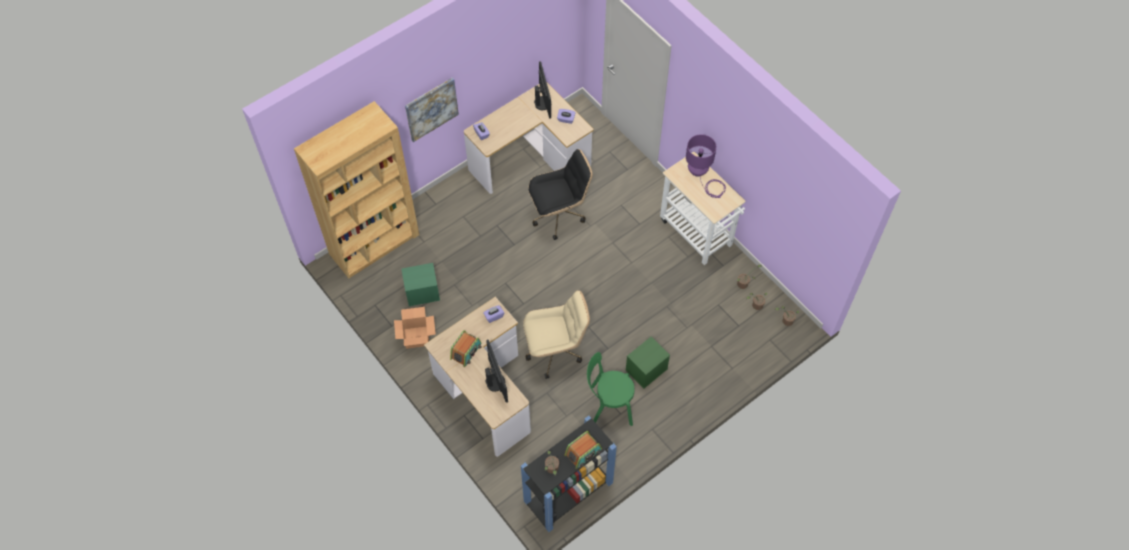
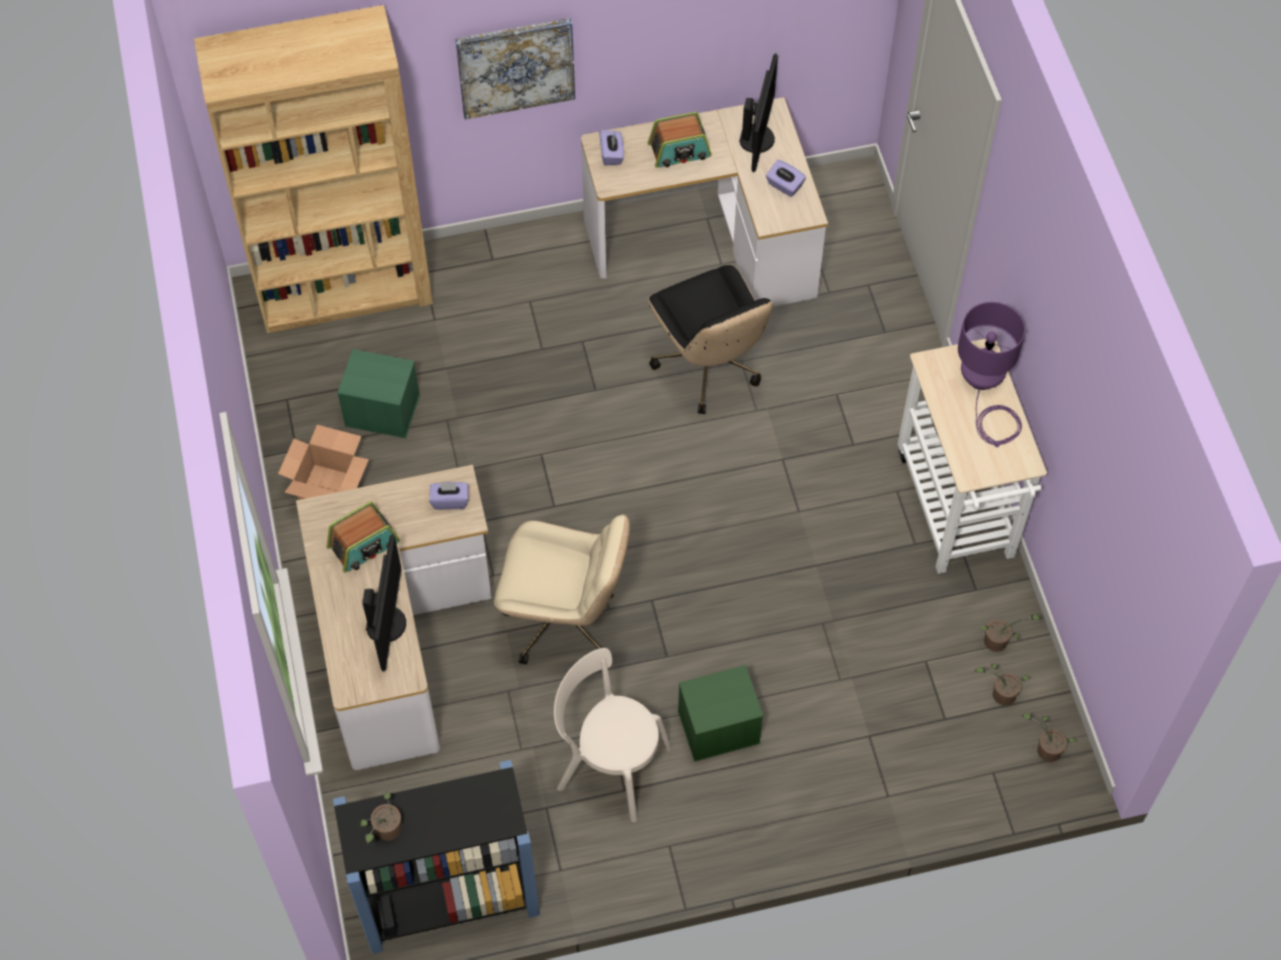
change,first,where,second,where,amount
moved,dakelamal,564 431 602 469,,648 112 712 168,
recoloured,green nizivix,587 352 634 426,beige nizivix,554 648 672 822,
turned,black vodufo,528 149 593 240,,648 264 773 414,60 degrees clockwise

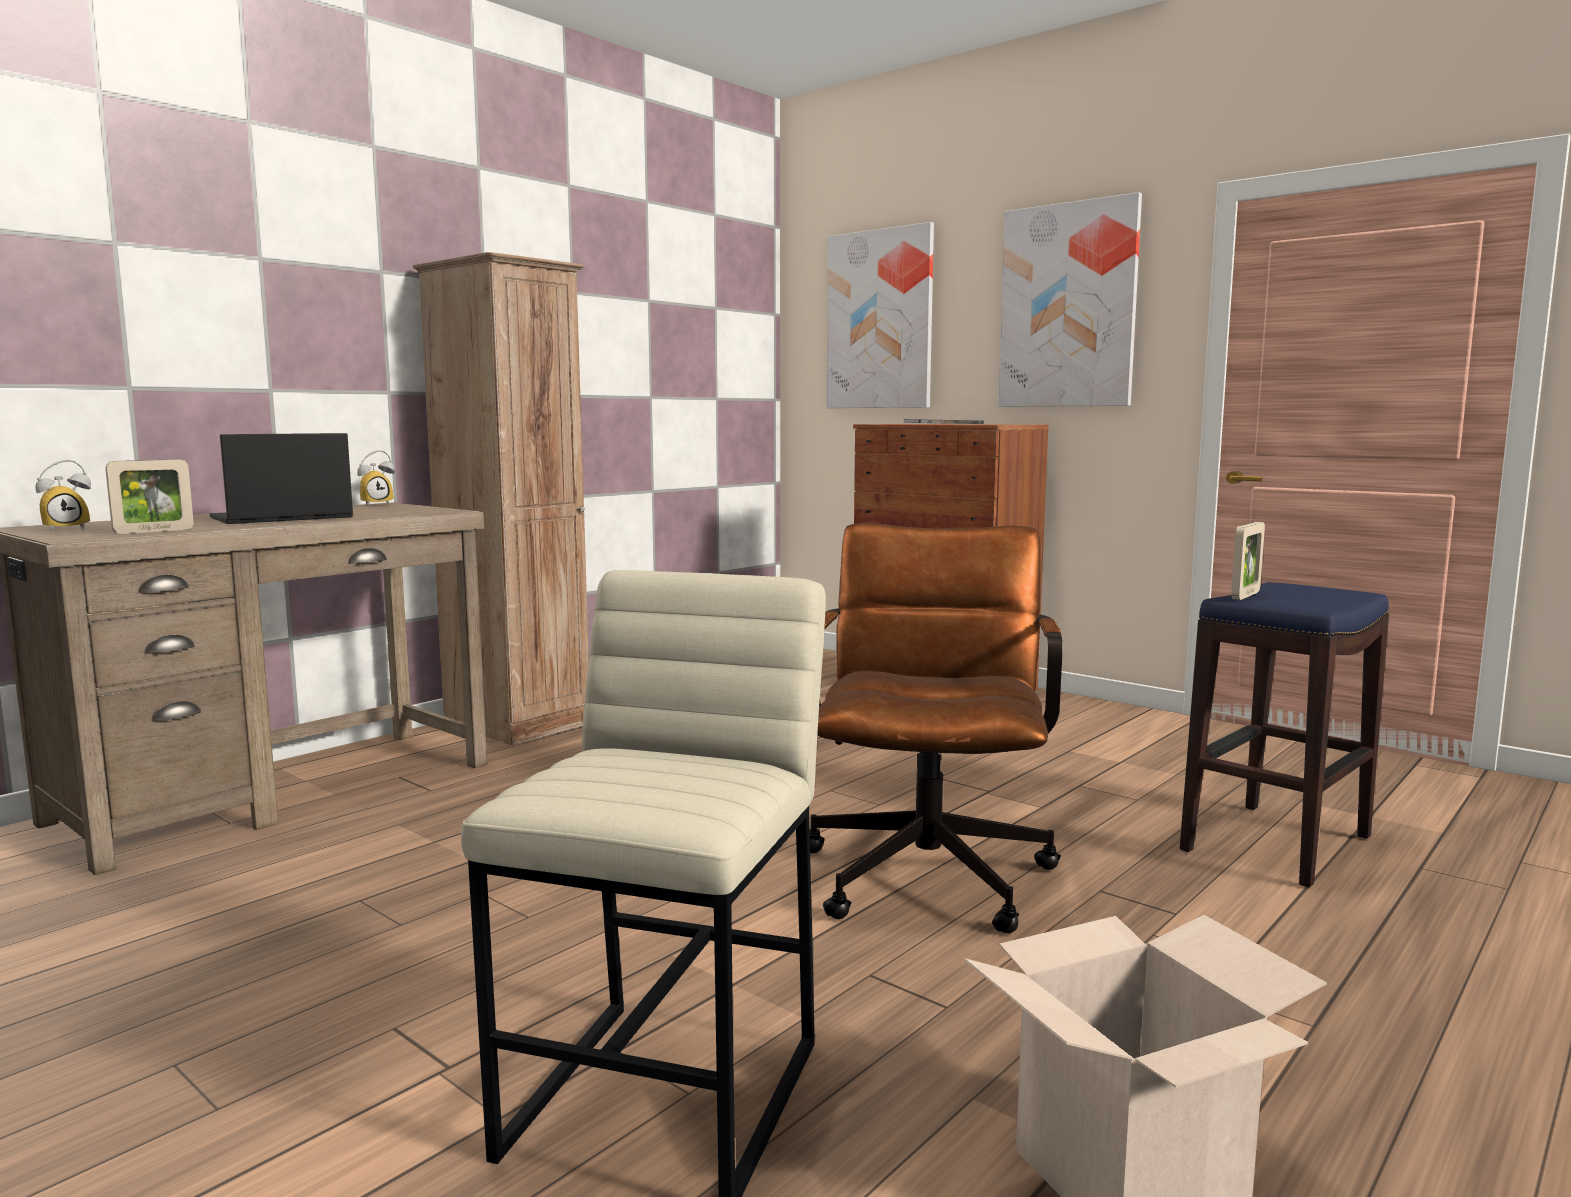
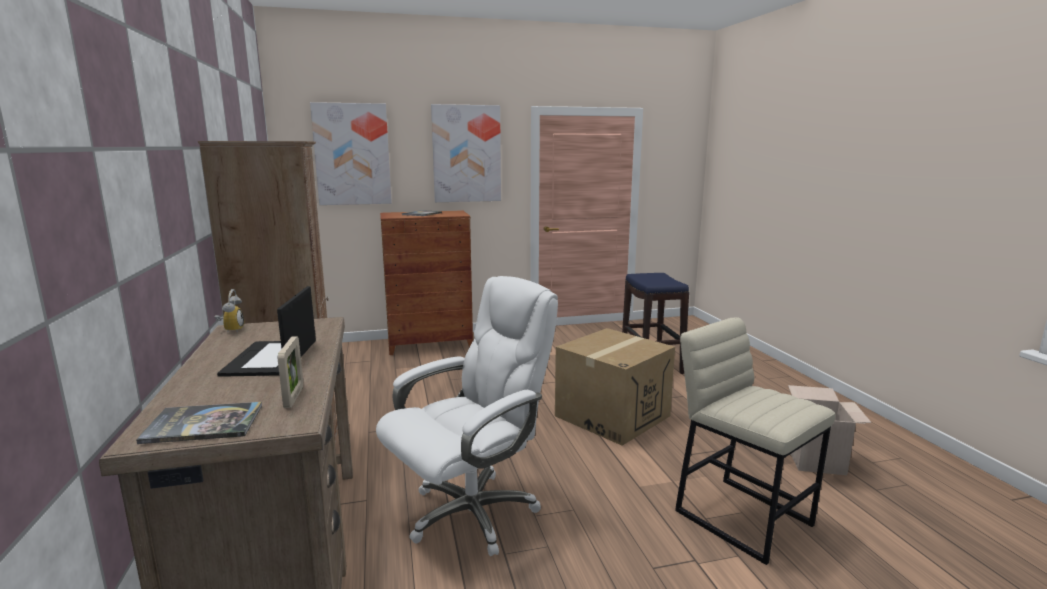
change,first,where,second,where,amount
removed,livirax,1231 522 1265 600,,,
added,,,white vodufo,376 276 558 556,
replaced,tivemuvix,35 459 91 532,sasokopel,136 402 262 444,
replaced,brown vodufo,809 523 1062 933,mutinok,555 328 675 446,

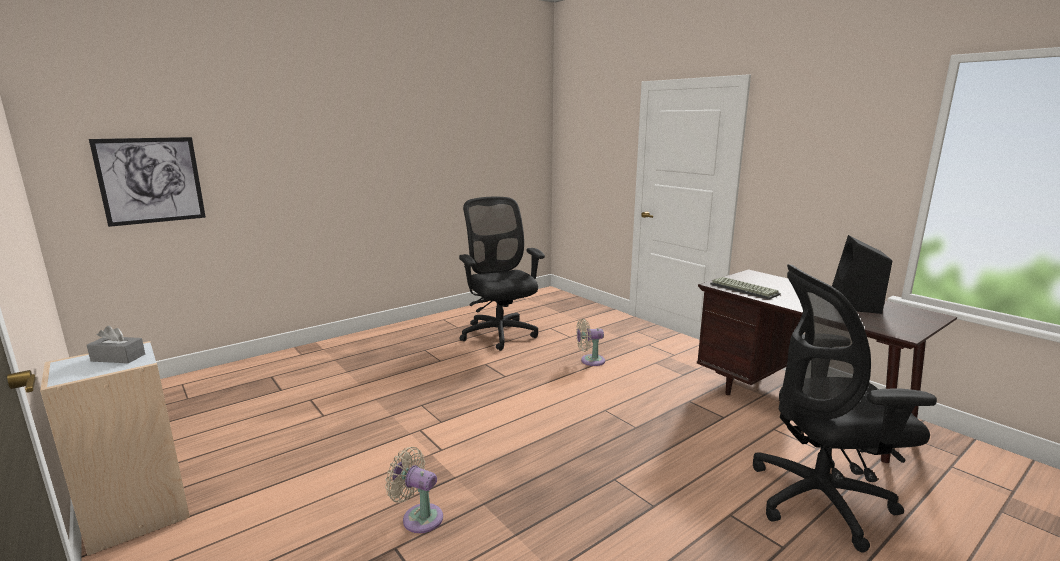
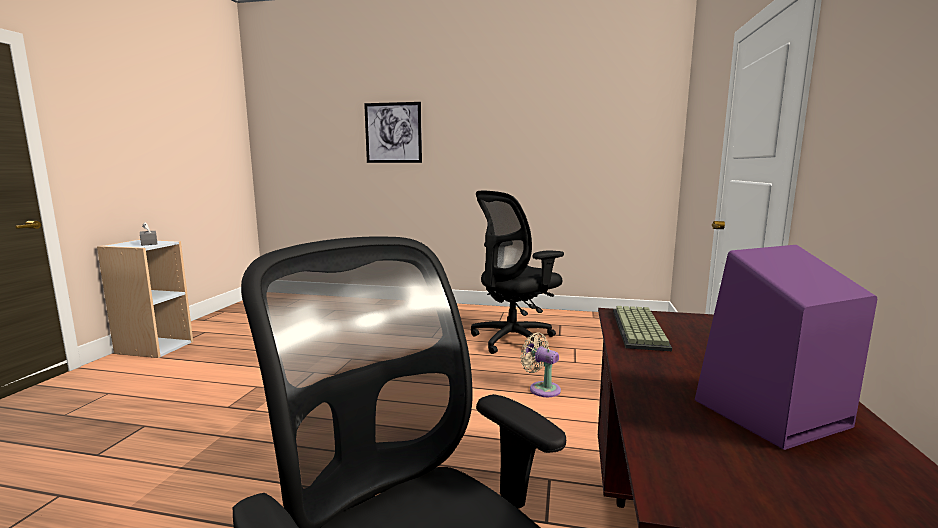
change,first,where,second,where,amount
removed,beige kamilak,385 447 443 533,,,
moved,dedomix,89 137 206 227,,364 102 422 163,
recoloured,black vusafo,832 235 892 314,purple vusafo,695 245 877 450,
turned,black vodufo,459 197 545 351,,471 191 564 354,150 degrees counterclockwise

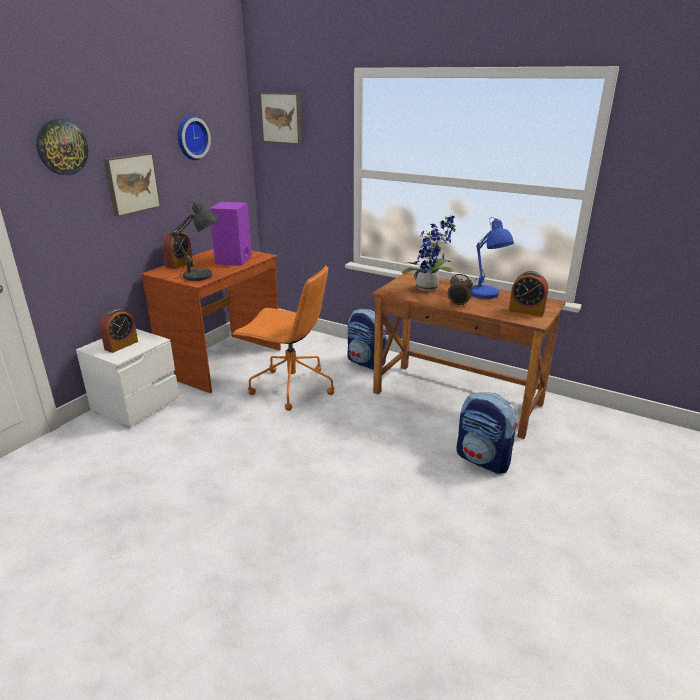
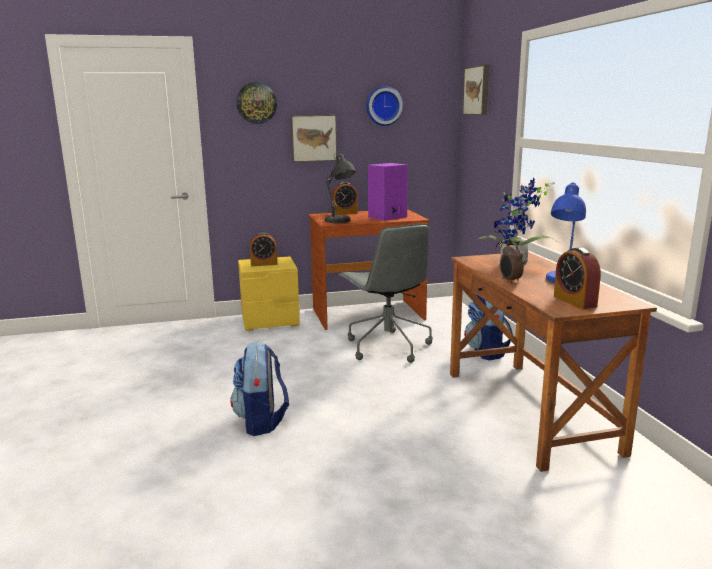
change,first,where,second,where,amount
moved,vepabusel,456 392 518 474,,231 342 289 436,
recoloured,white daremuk,76 329 179 427,yellow daremuk,238 256 300 331,
recoloured,orange vodufo,232 265 334 411,grey vodufo,339 223 433 363,

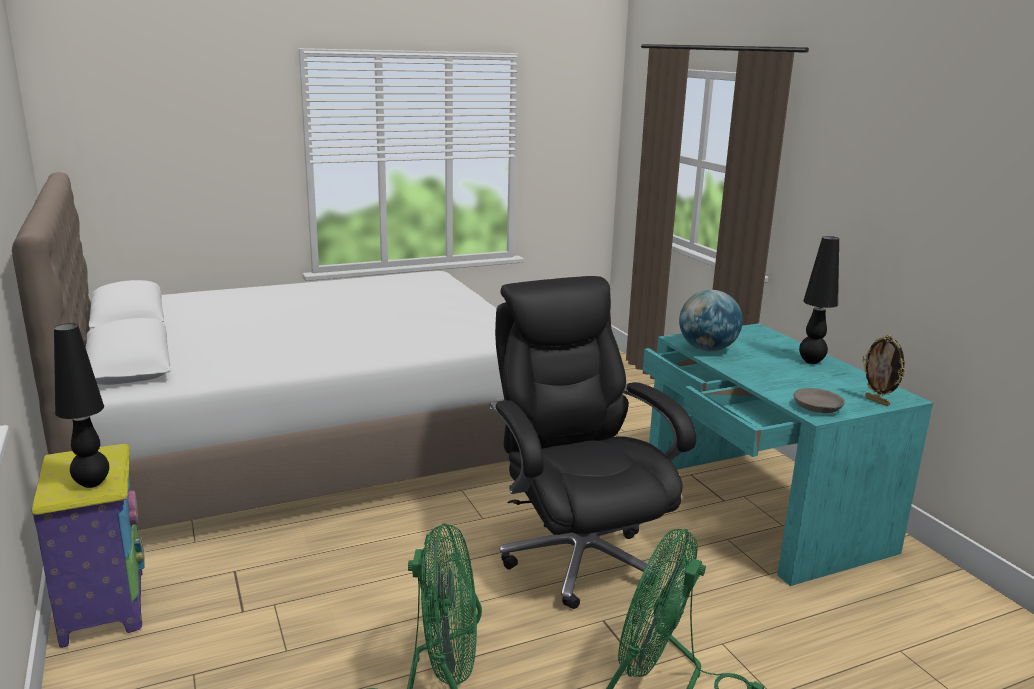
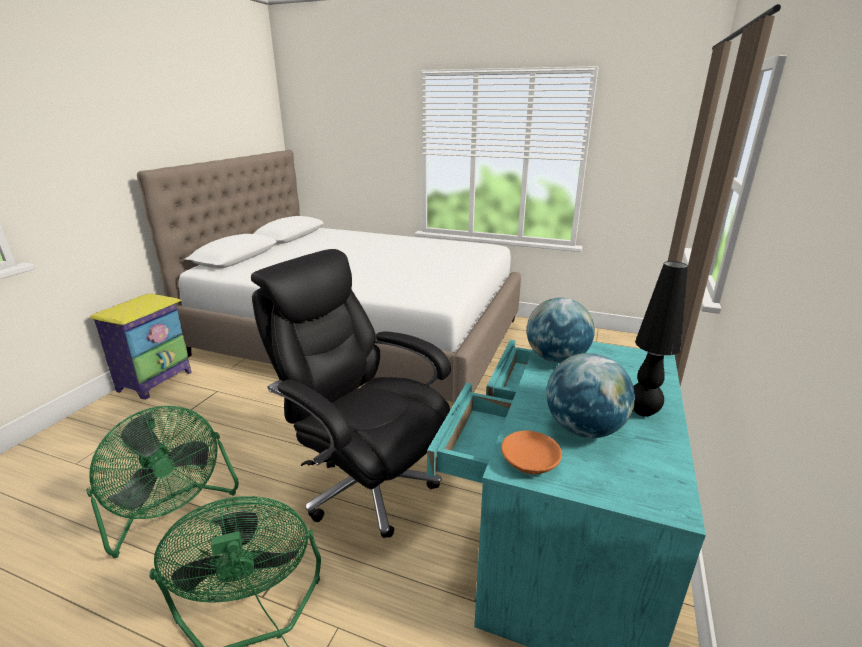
change,first,where,second,where,amount
removed,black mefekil,54 323 109 488,,,
removed,livirax,862 335 905 406,,,
added,,,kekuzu,546 353 635 438,
recoloured,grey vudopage,794 388 845 413,orange vudopage,501 431 562 474,
turned,black vodufo,490 276 696 609,,251 249 451 538,75 degrees counterclockwise

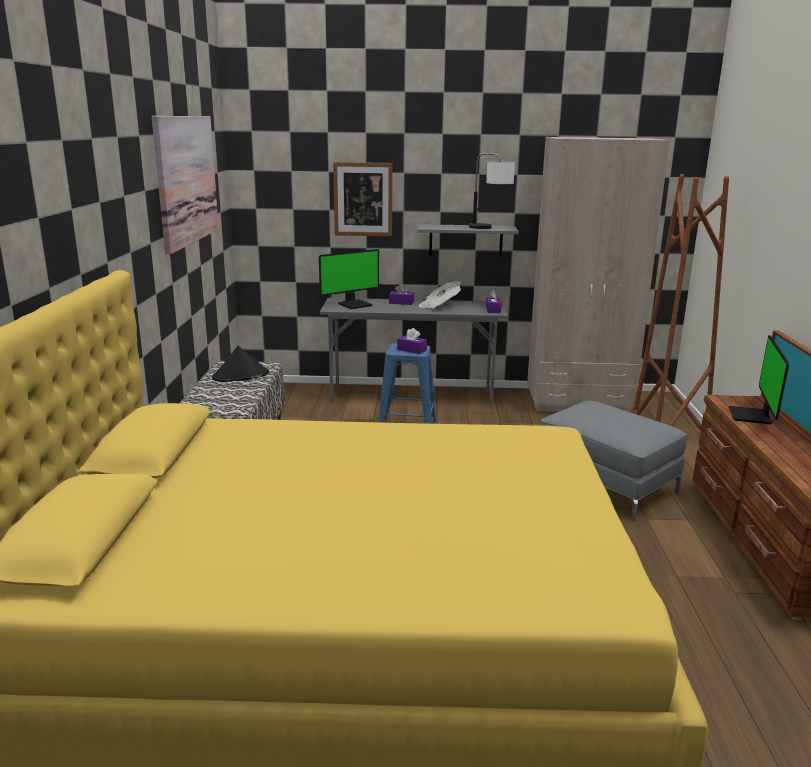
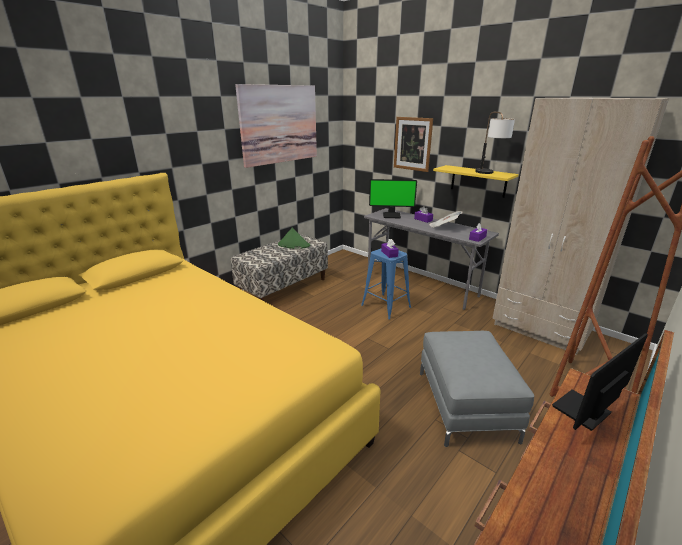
change,first,where,second,where,amount
recoloured,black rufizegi,212 346 269 382,green rufizegi,278 227 310 249,
recoloured,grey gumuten,418 224 519 257,yellow gumuten,433 165 519 198,

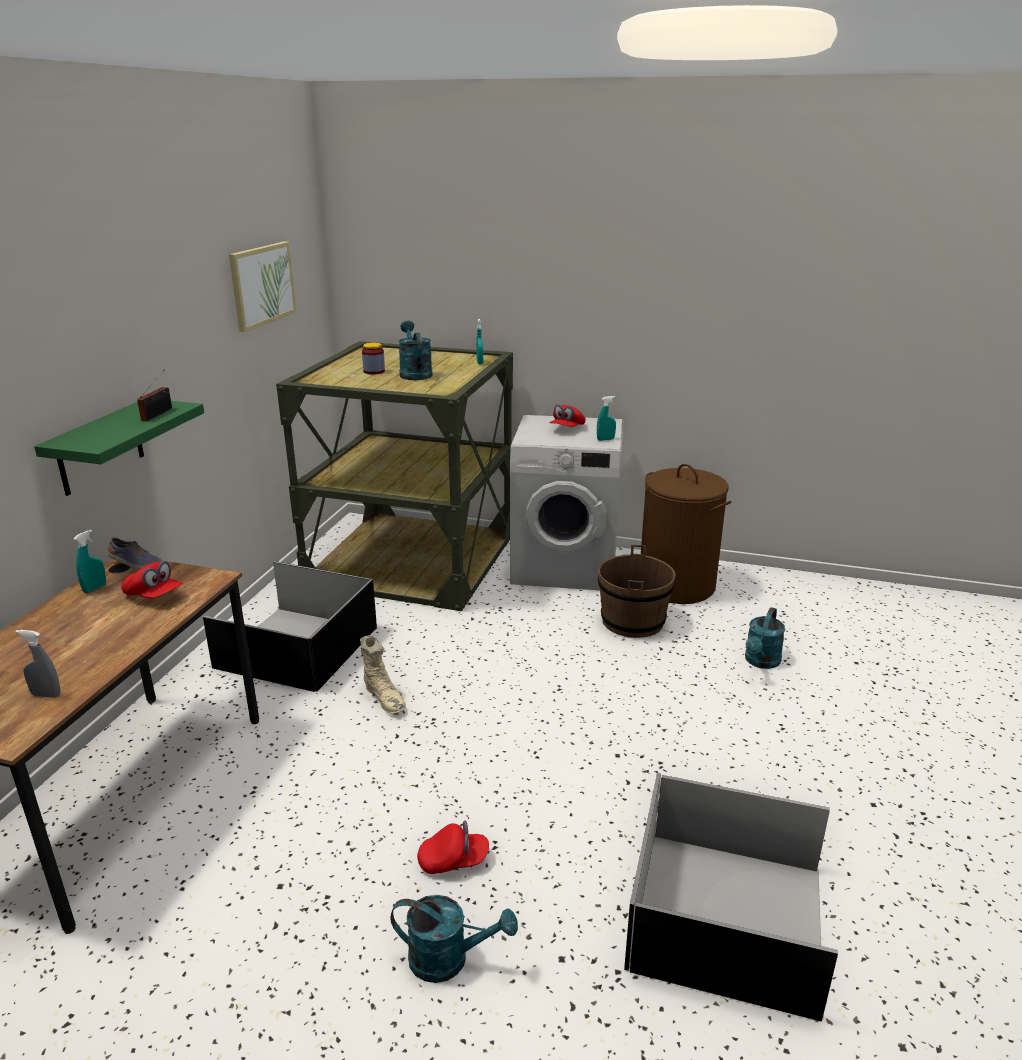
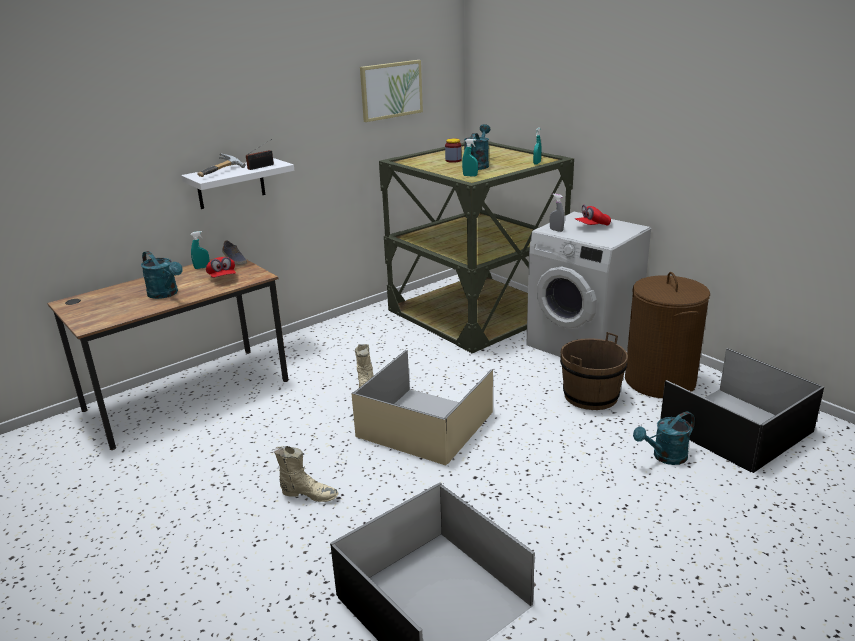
change,first,where,second,where,amount
added,,,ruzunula,197 153 246 177,
added,,,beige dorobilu,351 350 493 465,
moved,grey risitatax,16 630 61 698,,550 194 564 232,
moved,black dorobilu,203 561 377 692,,660 348 824 473,
moved,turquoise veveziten,391 895 518 983,,141 251 183 299,
moved,turquoise risitatax,597 396 616 441,,462 139 478 177,
replaced,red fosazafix,417 820 489 874,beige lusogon,273 446 338 502,
recoloured,green gumuten,34 401 204 496,white gumuten,181 158 294 209,

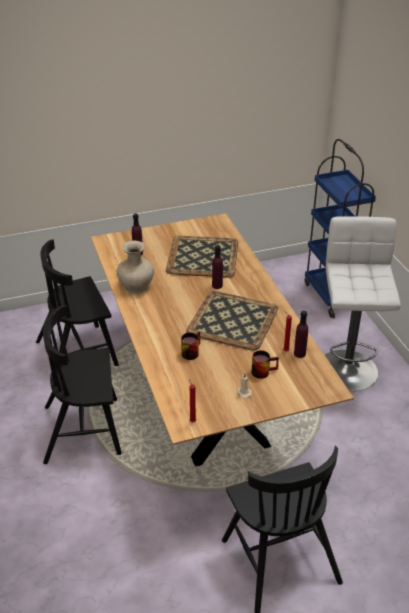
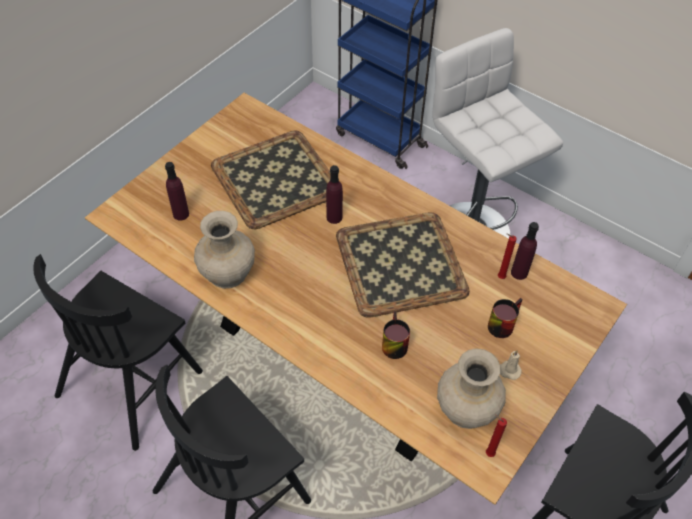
change,first,where,second,where,amount
added,,,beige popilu,437 348 506 429,

